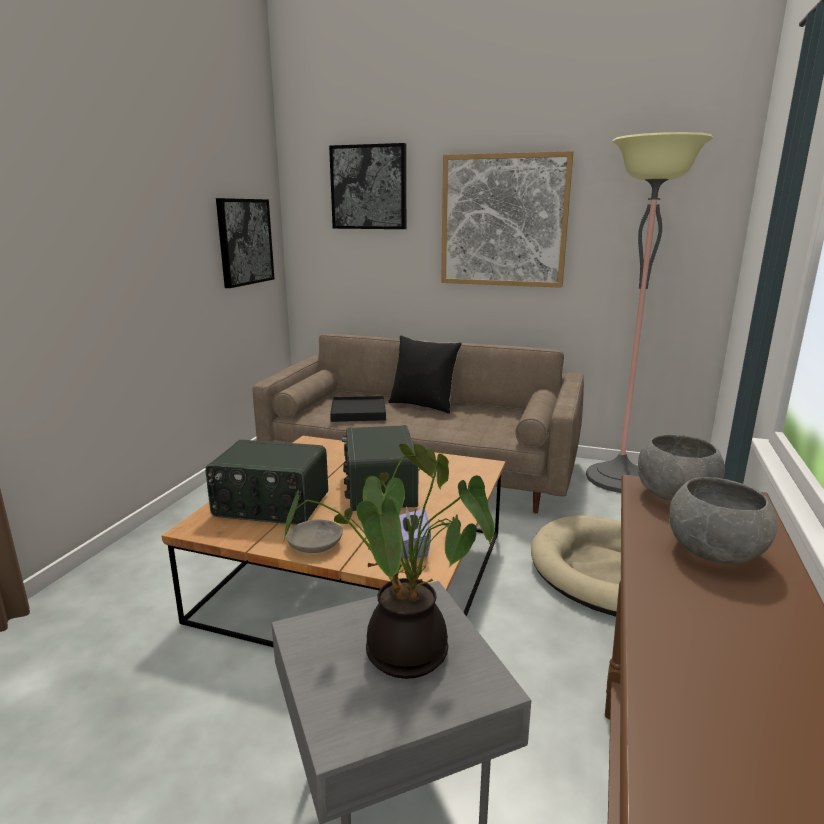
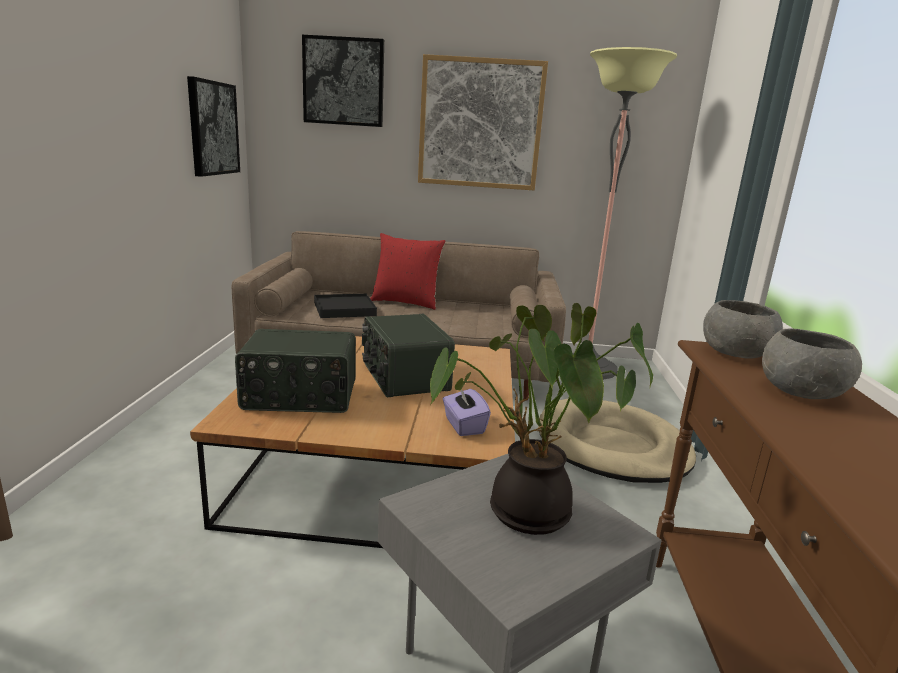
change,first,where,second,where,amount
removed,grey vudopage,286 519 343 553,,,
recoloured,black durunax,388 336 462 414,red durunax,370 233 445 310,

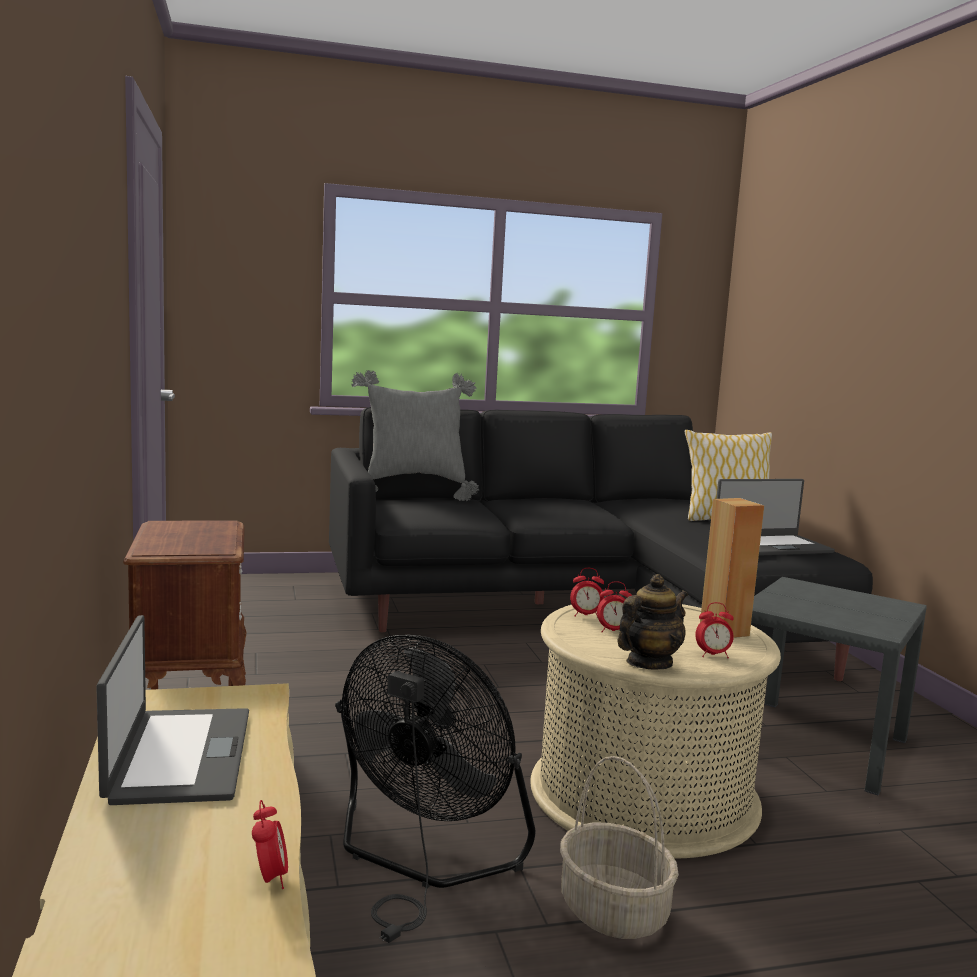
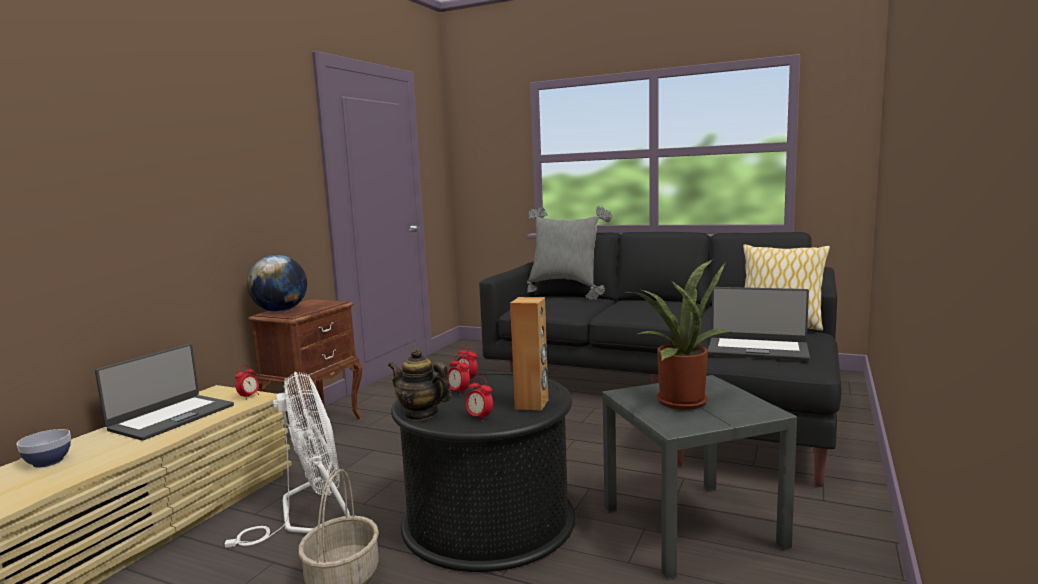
change,first,where,second,where,amount
added,,,vudopage,17 429 71 467,
added,,,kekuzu,247 255 307 312,
added,,,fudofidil,627 260 730 410,
moved,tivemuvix,252 800 288 889,,235 365 259 400,
recoloured,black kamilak,335 635 535 943,white kamilak,222 372 350 548,
recoloured,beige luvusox,530 604 781 858,black luvusox,391 372 576 572,
turned,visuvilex,617 574 688 669,,388 348 452 421,150 degrees counterclockwise

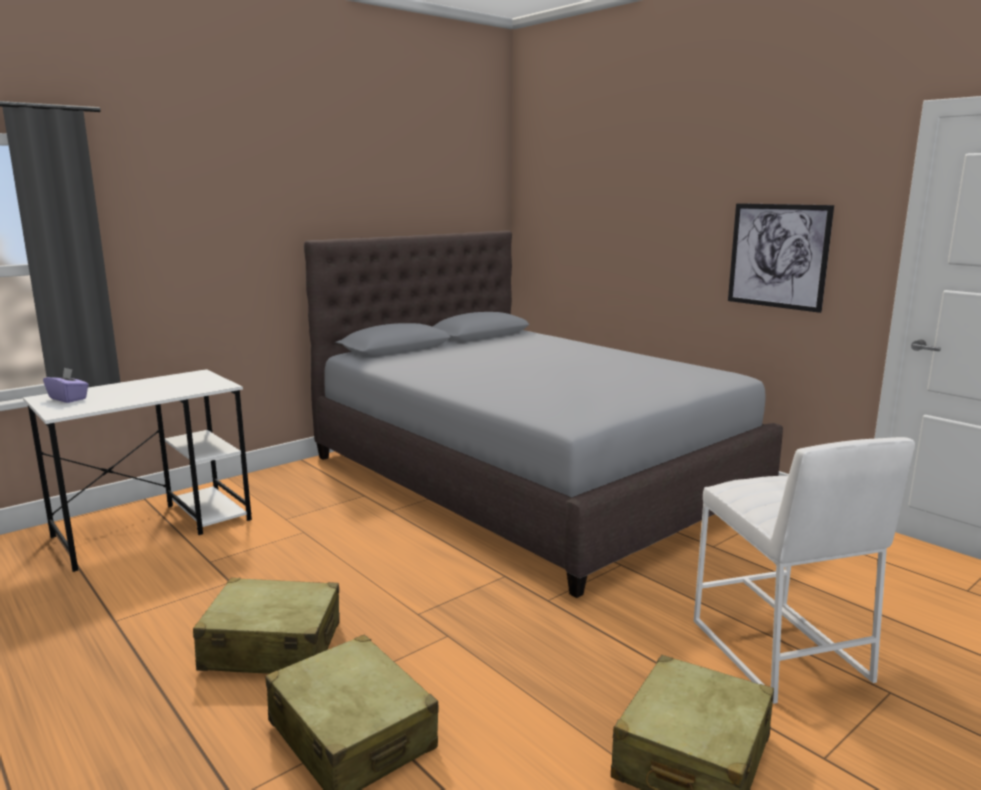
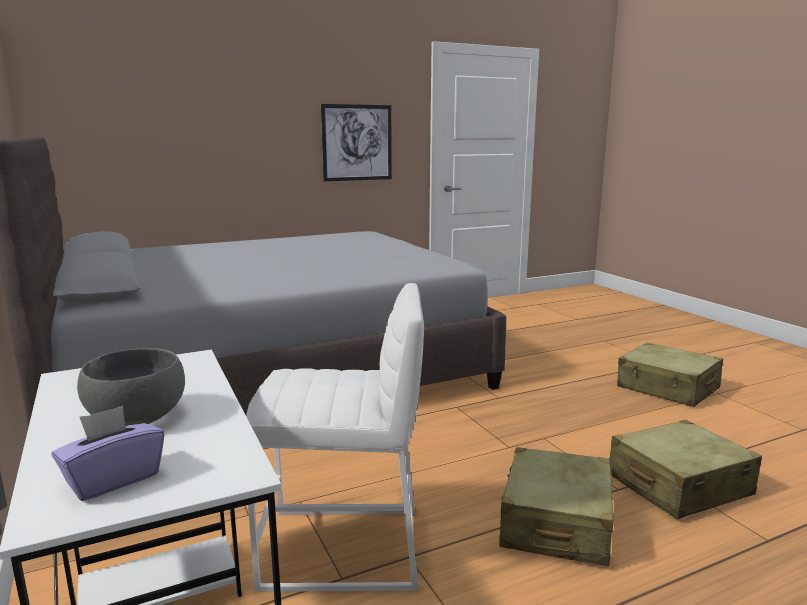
change,first,where,second,where,amount
added,,,grey vudopage,77 348 185 426,
moved,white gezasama,694 437 915 704,,246 283 424 592,

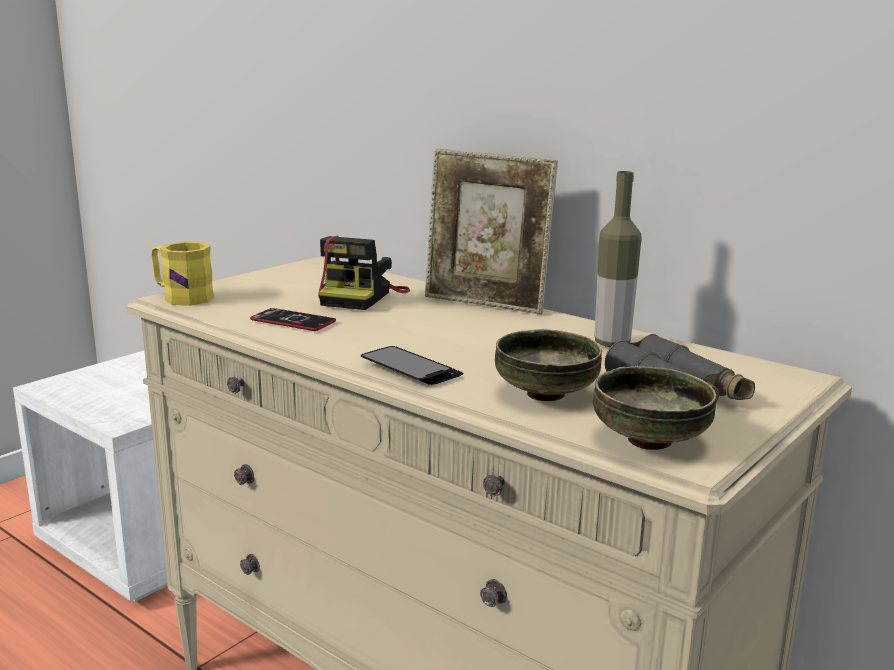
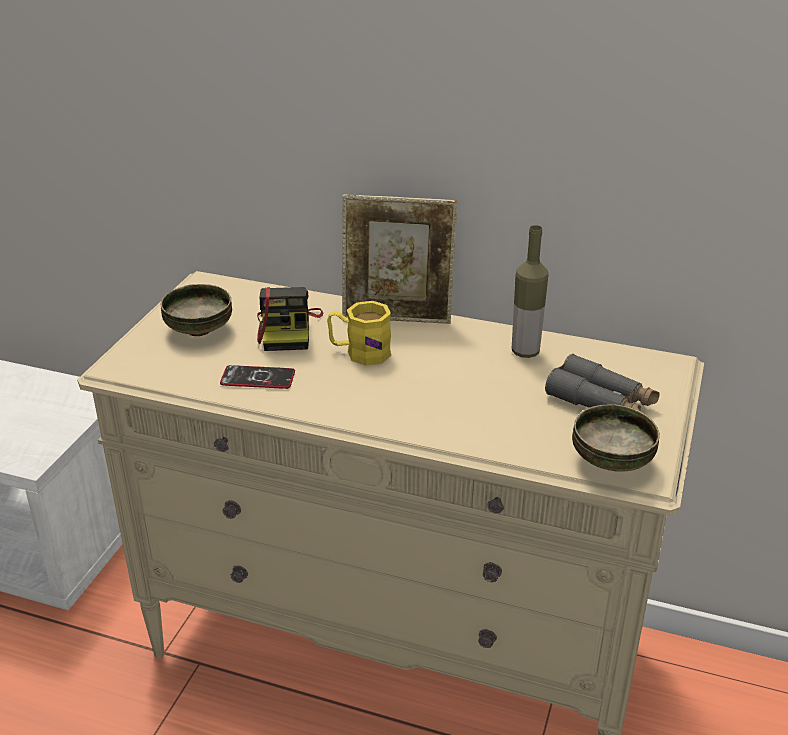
change,first,where,second,where,amount
removed,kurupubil,361 346 463 385,,,
moved,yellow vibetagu,152 242 214 306,,327 301 391 366,
moved,vudopage,495 329 602 401,,161 284 232 336,

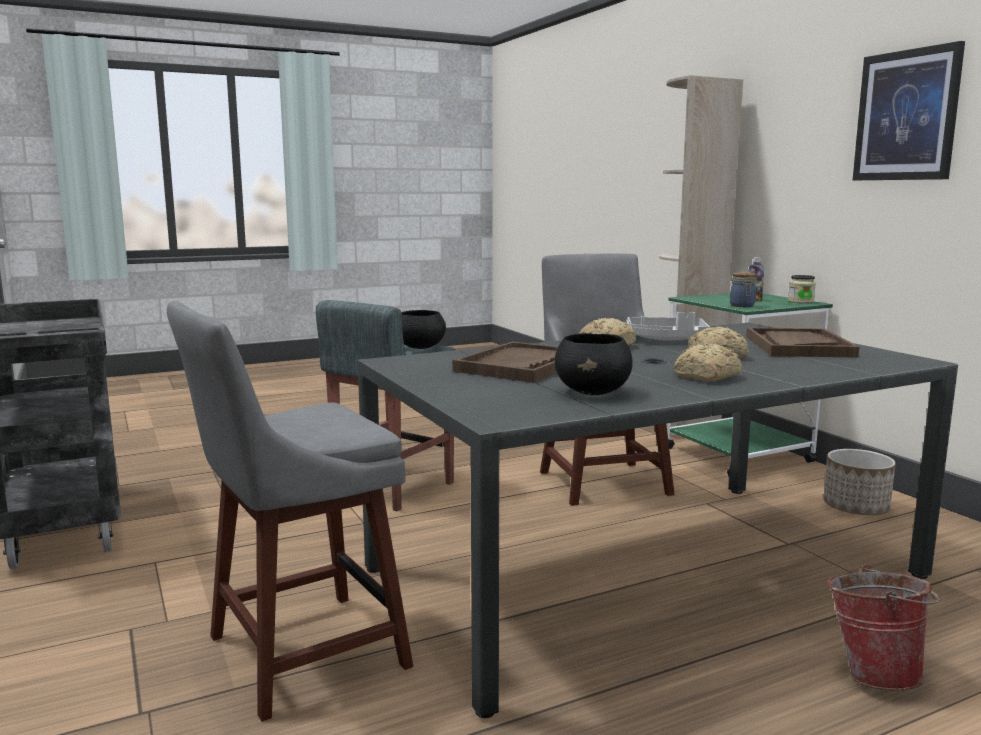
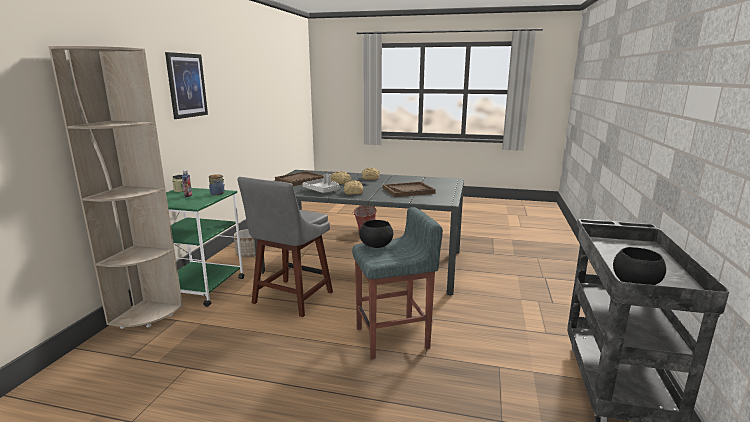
change,first,where,second,where,amount
removed,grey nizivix,167 301 414 722,,,
moved,black vudopage,555 333 633 395,,613 247 666 285,

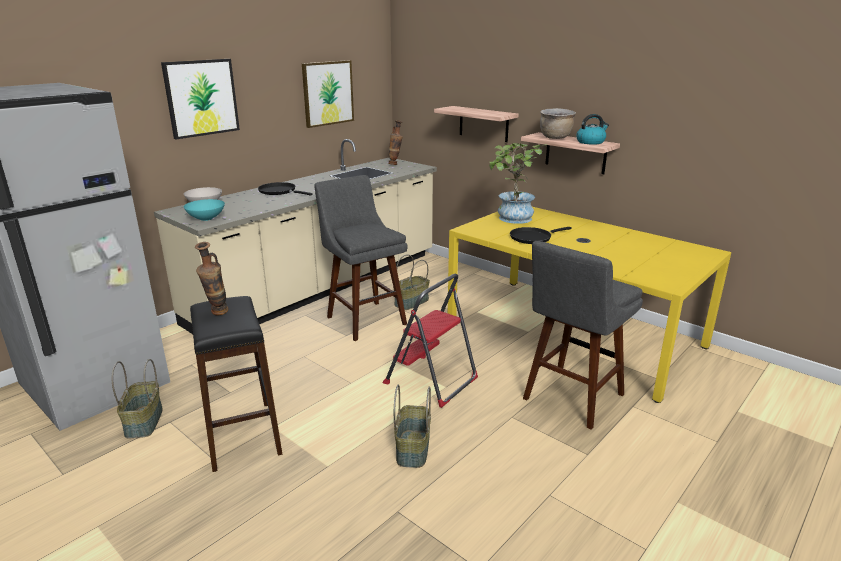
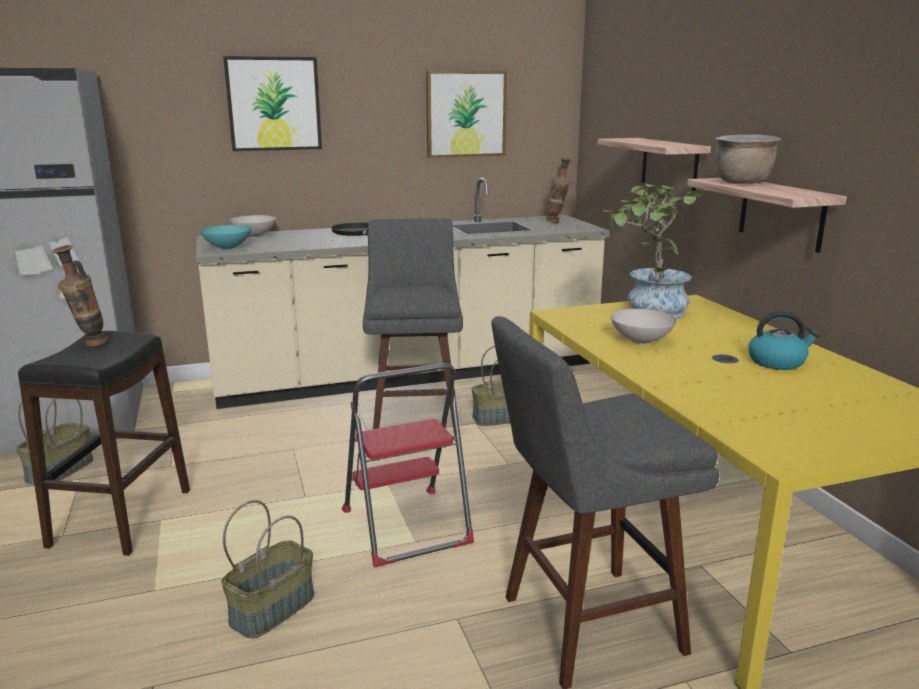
change,first,where,second,where,amount
moved,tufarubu,576 114 609 145,,748 311 819 370,
replaced,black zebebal,510 227 572 244,white vudopage,611 309 677 344,

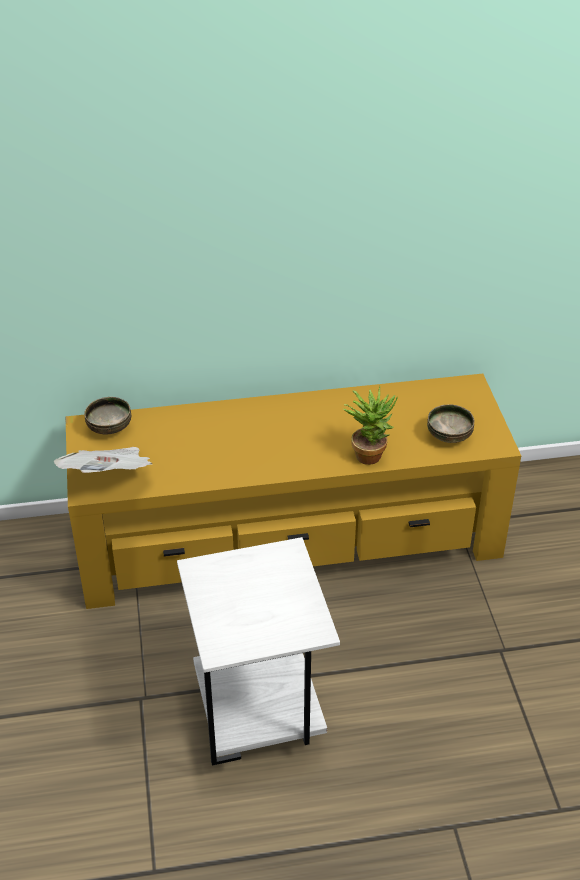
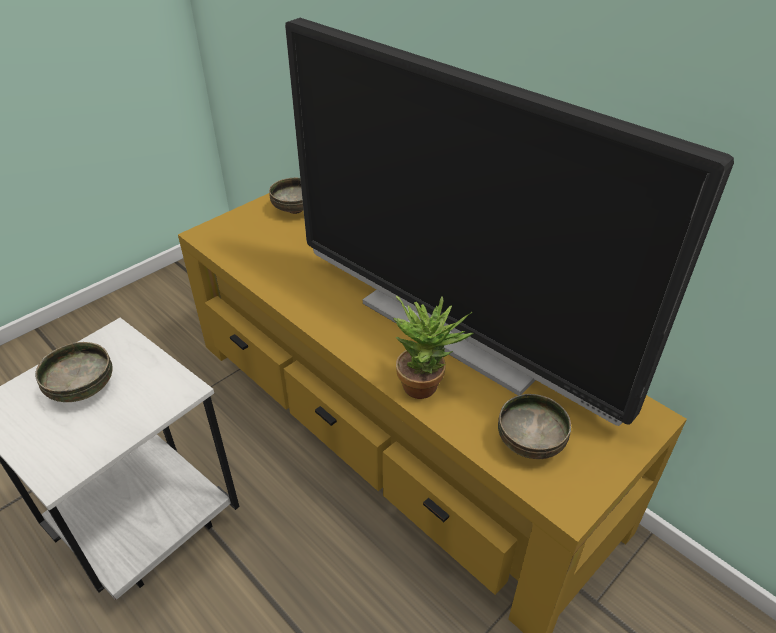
change,first,where,second,where,amount
removed,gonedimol,54 447 152 473,,,
added,,,vudopage,35 342 113 402,
added,,,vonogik,285 18 734 426,

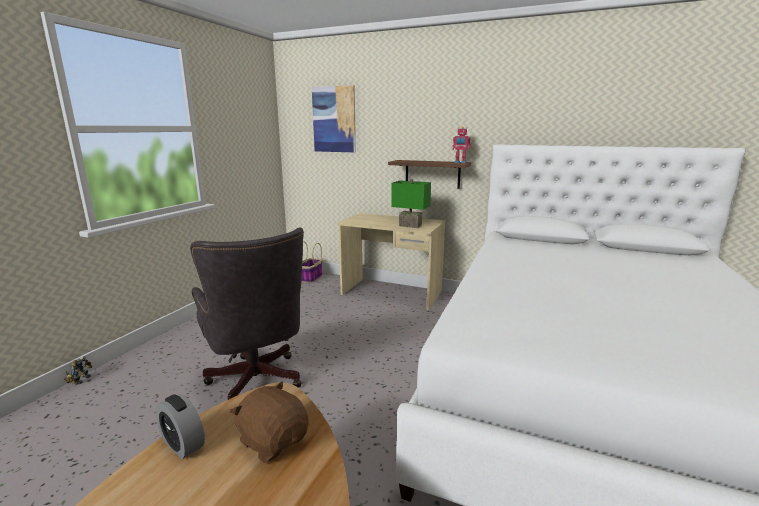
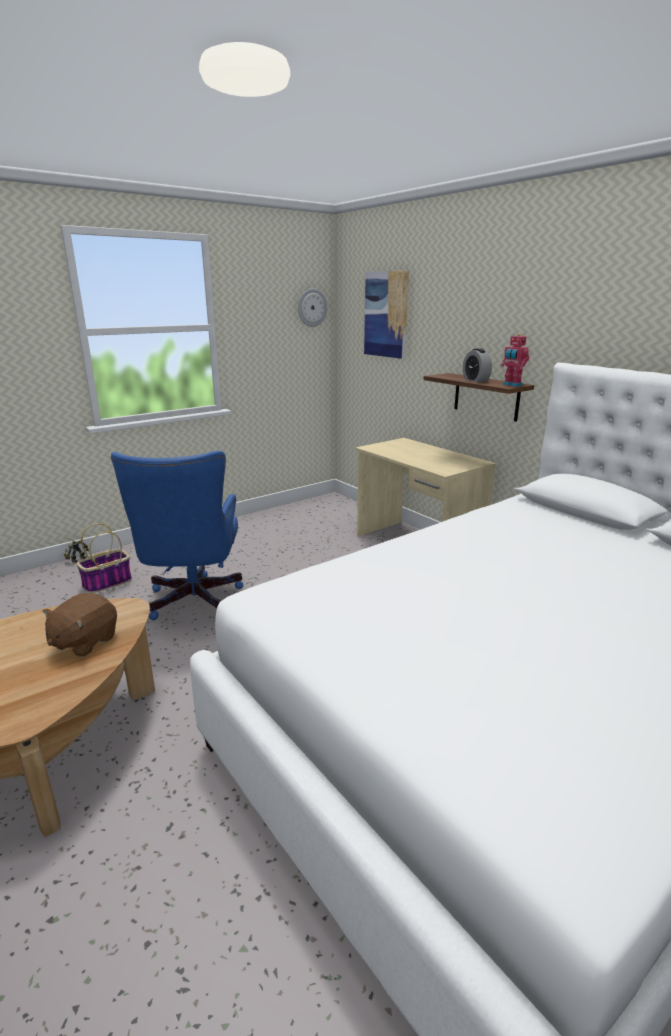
change,first,where,second,where,amount
removed,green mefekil,391 179 431 228,,,
added,,,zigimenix,298 288 327 327,
moved,tivemuvix,155 394 205 459,,463 348 492 382,
moved,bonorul,301 241 323 283,,76 523 132 593,
recoloured,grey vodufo,190 227 304 400,blue vodufo,111 451 243 620,
turned,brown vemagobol,230 382 309 463,,43 593 117 657,135 degrees counterclockwise

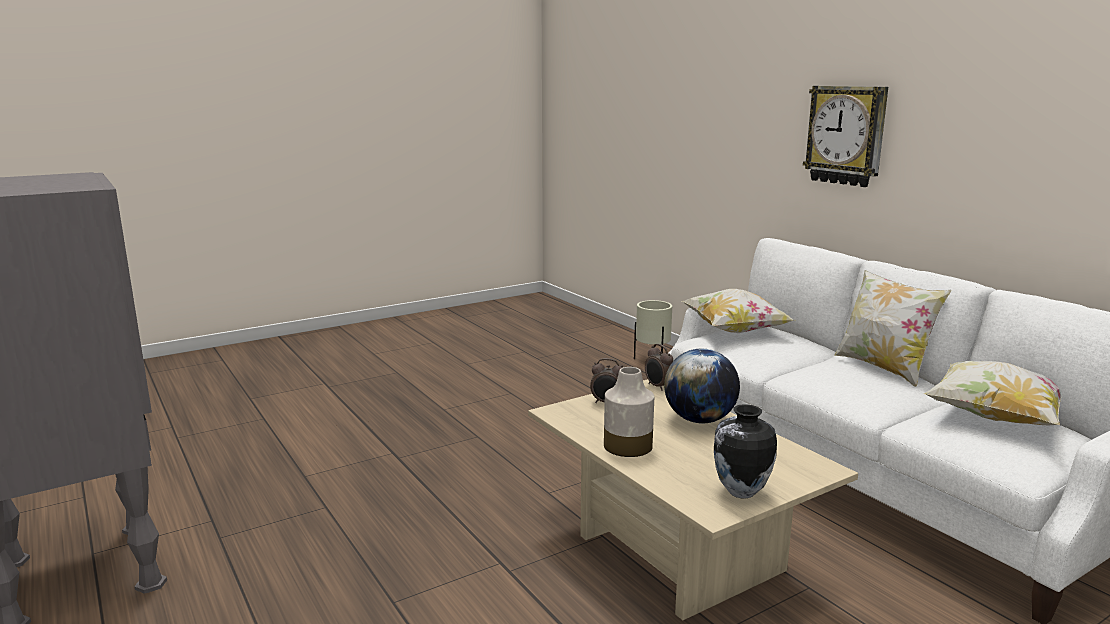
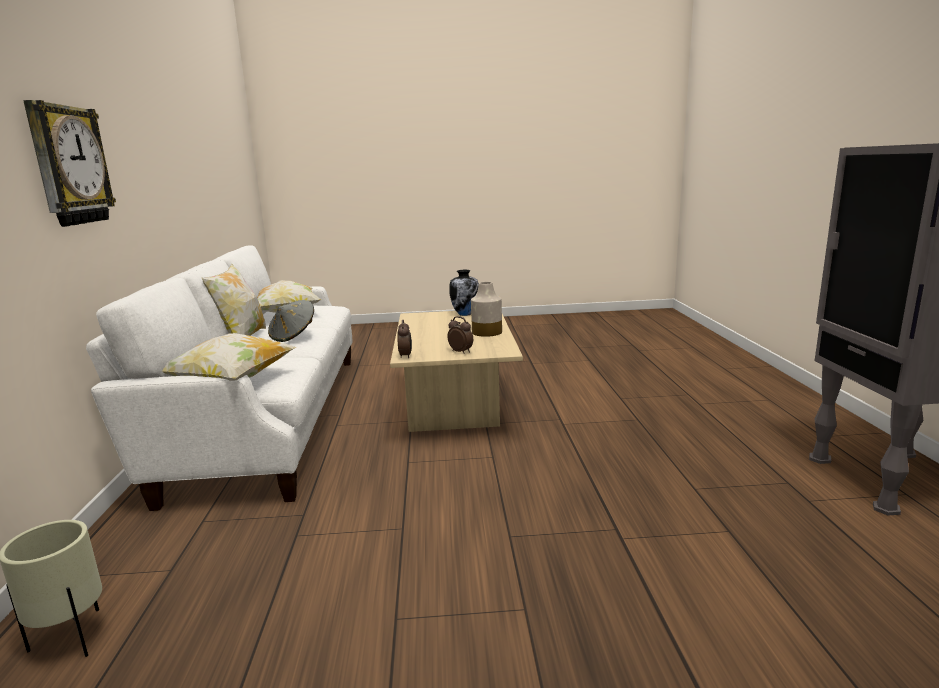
change,first,where,second,where,amount
removed,kekuzu,664 349 740 423,,,
added,,,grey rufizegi,268 300 314 342,

